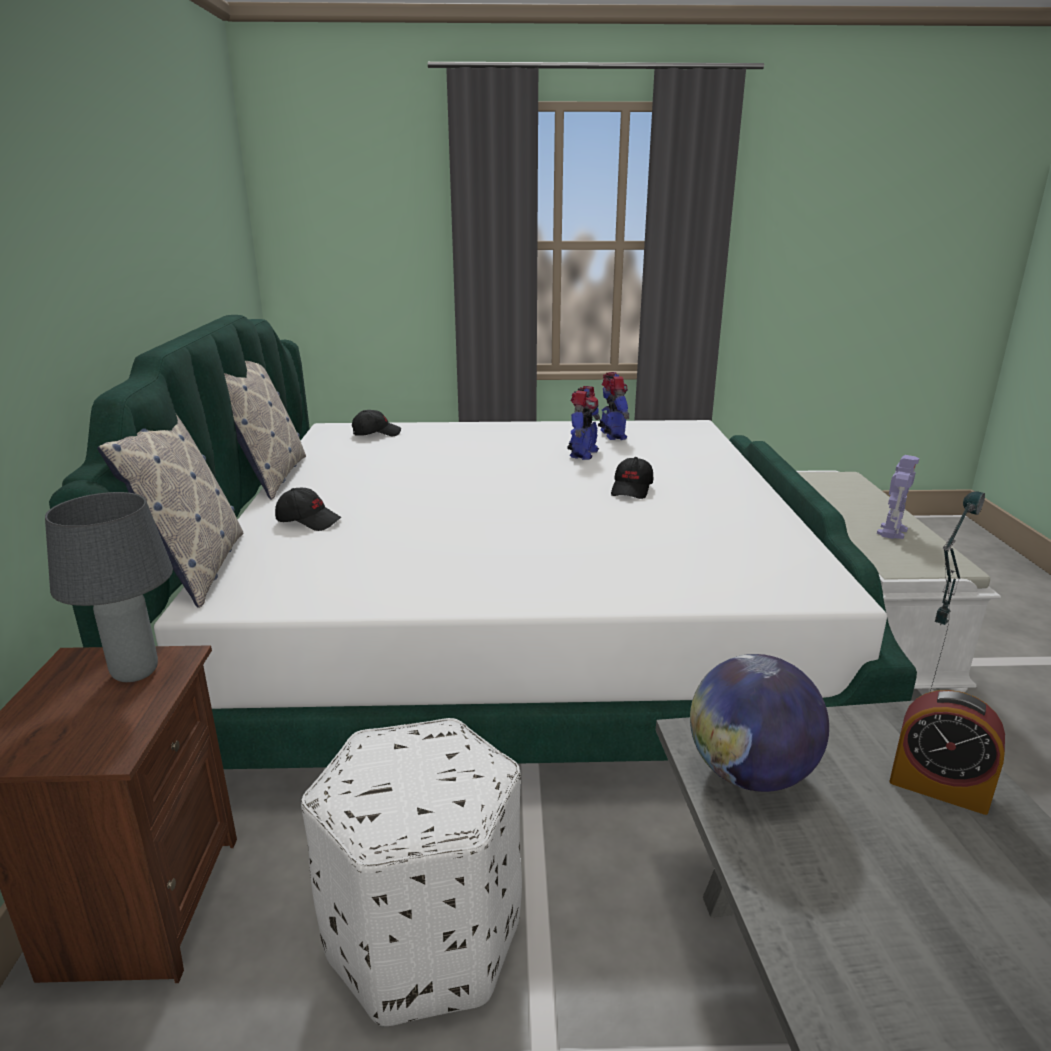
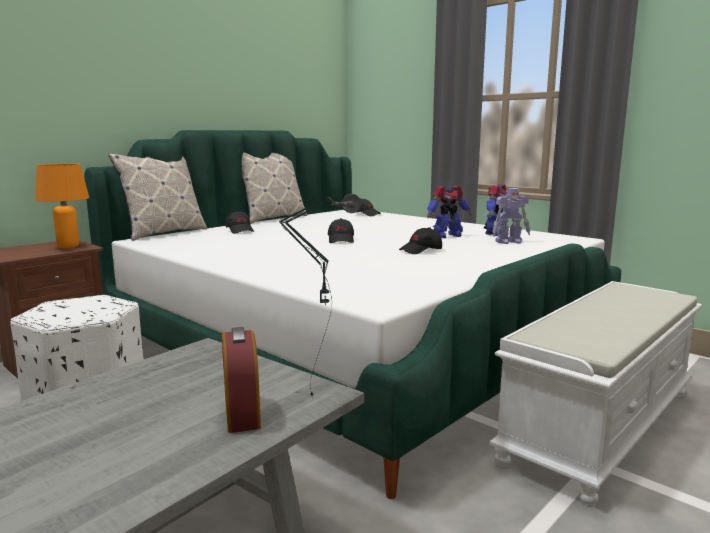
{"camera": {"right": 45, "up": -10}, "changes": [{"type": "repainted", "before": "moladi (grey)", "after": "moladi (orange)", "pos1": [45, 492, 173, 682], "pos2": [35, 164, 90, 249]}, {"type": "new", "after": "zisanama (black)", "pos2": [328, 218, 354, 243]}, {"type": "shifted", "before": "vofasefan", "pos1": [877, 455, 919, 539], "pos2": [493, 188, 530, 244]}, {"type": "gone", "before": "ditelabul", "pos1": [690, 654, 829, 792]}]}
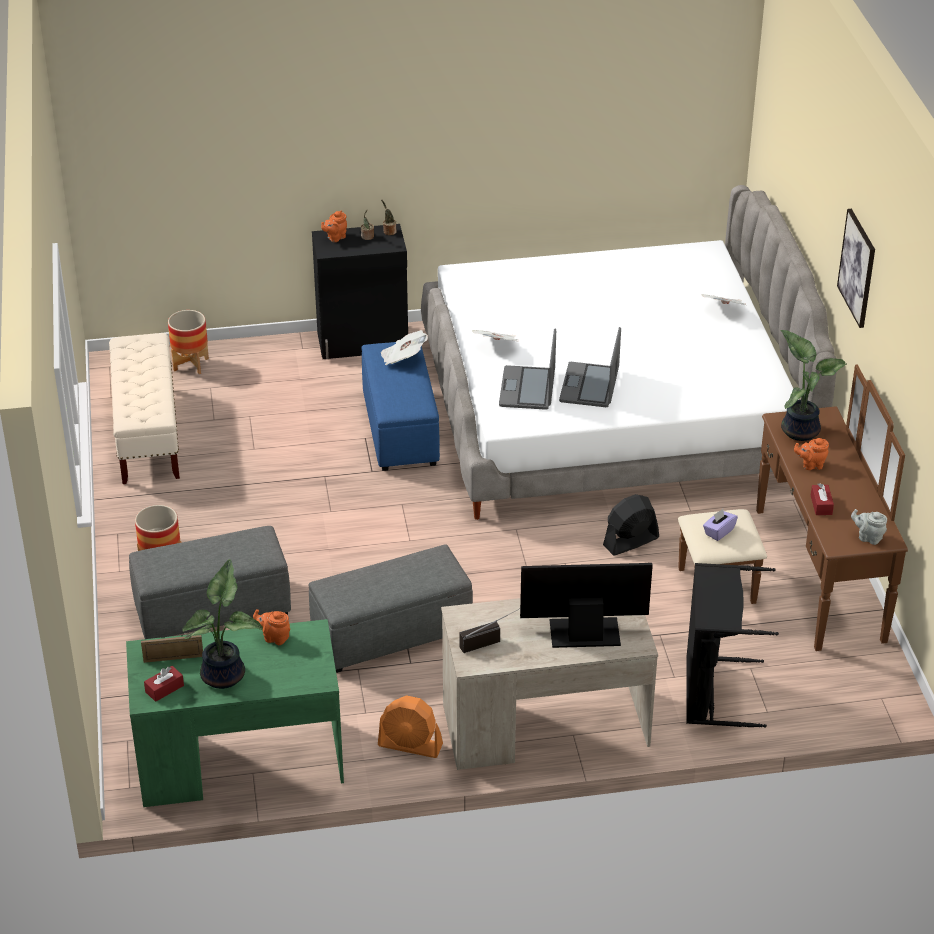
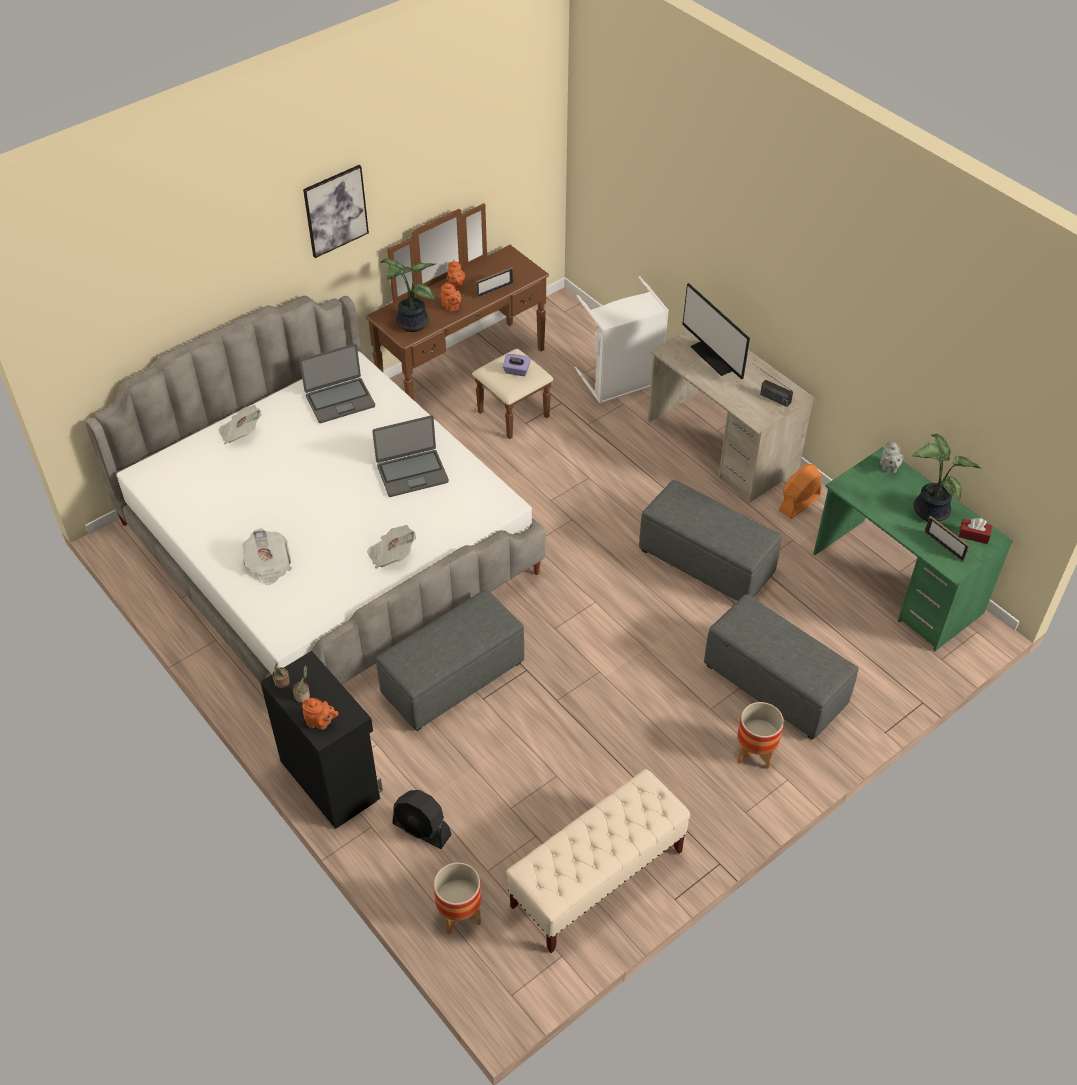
{"camera": {"right": -120, "up": 10}, "changes": [{"type": "shifted", "before": "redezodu", "pos1": [381, 330, 428, 365], "pos2": [242, 529, 292, 585]}, {"type": "shifted", "before": "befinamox", "pos1": [499, 328, 556, 410], "pos2": [299, 344, 375, 423]}, {"type": "repainted", "before": "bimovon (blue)", "after": "bimovon (grey)", "pos1": [361, 342, 440, 471], "pos2": [376, 590, 524, 731]}, {"type": "shifted", "before": "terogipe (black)", "pos1": [603, 494, 659, 556], "pos2": [392, 790, 452, 849]}, {"type": "shifted", "before": "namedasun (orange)", "pos1": [253, 609, 290, 645], "pos2": [447, 260, 465, 290]}, {"type": "swapped", "before": "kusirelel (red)", "after": "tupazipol", "pos1": [811, 483, 834, 515], "pos2": [475, 267, 513, 298]}, {"type": "repainted", "before": "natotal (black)", "after": "natotal (white)", "pos1": [686, 563, 779, 728], "pos2": [575, 276, 669, 404]}, {"type": "rotated", "before": "terogipe (orange)", "pos1": [378, 695, 443, 758], "pos2": [778, 464, 822, 519], "turn": -120}, {"type": "shifted", "before": "namedasun (grey)", "pos1": [851, 509, 887, 545], "pos2": [880, 440, 903, 473]}]}
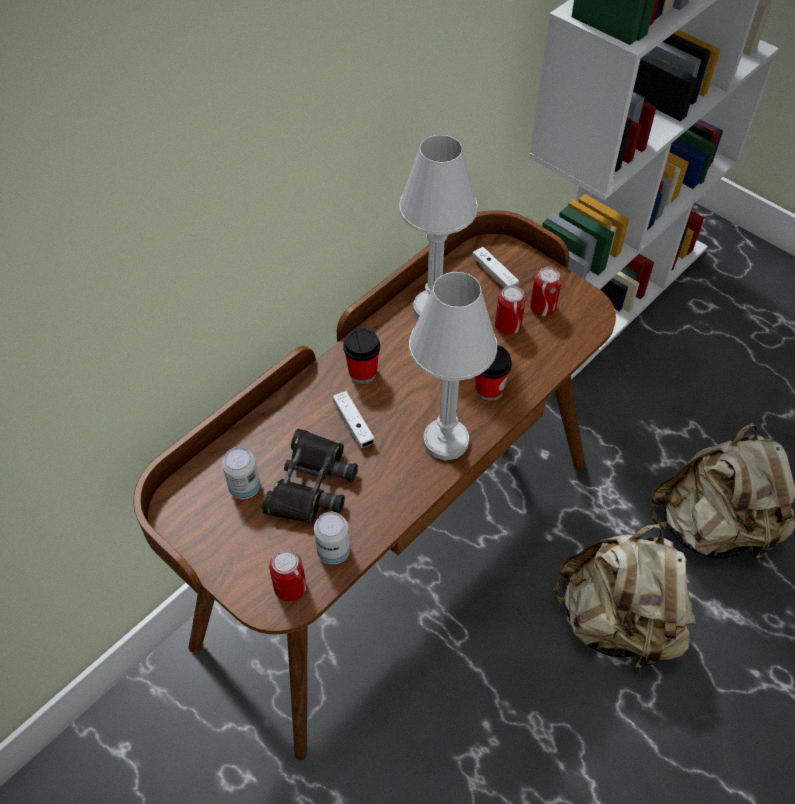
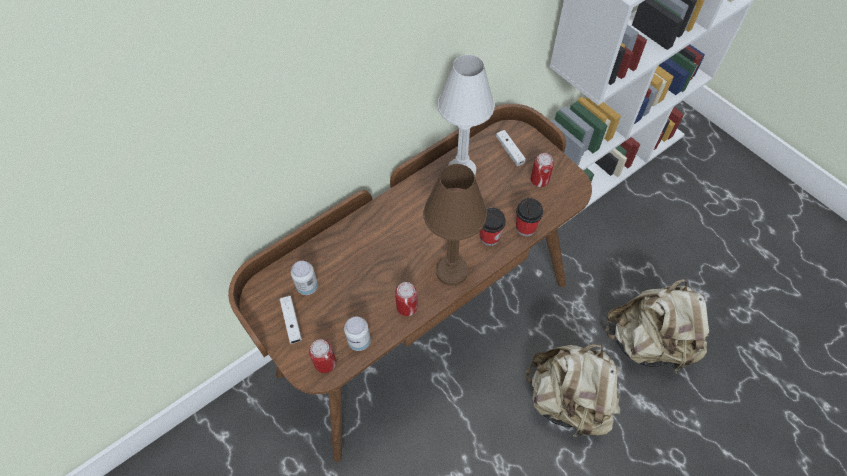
{"camera": {"right": 10, "up": 5}, "changes": [{"type": "shifted", "before": "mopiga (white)", "pos1": [333, 391, 375, 448], "pos2": [280, 296, 302, 344]}, {"type": "shifted", "before": "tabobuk", "pos1": [495, 285, 526, 335], "pos2": [395, 282, 418, 316]}, {"type": "repainted", "before": "moladi (white)", "after": "moladi (brown)", "pos1": [409, 272, 497, 460], "pos2": [423, 164, 487, 286]}, {"type": "shifted", "before": "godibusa", "pos1": [343, 328, 380, 384], "pos2": [516, 198, 543, 236]}, {"type": "gone", "before": "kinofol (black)", "pos1": [261, 429, 358, 524]}]}
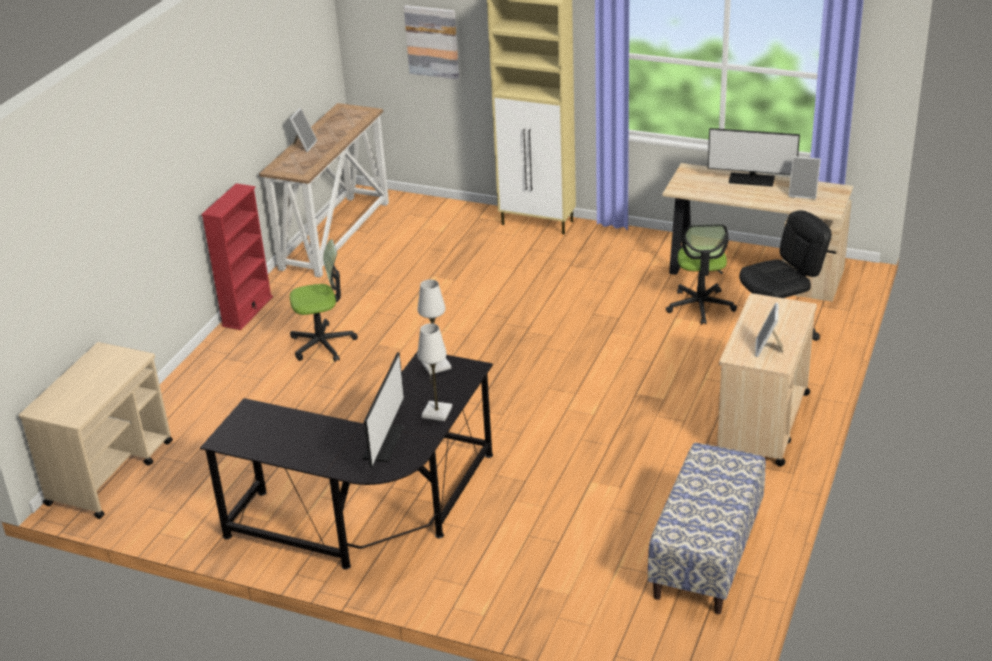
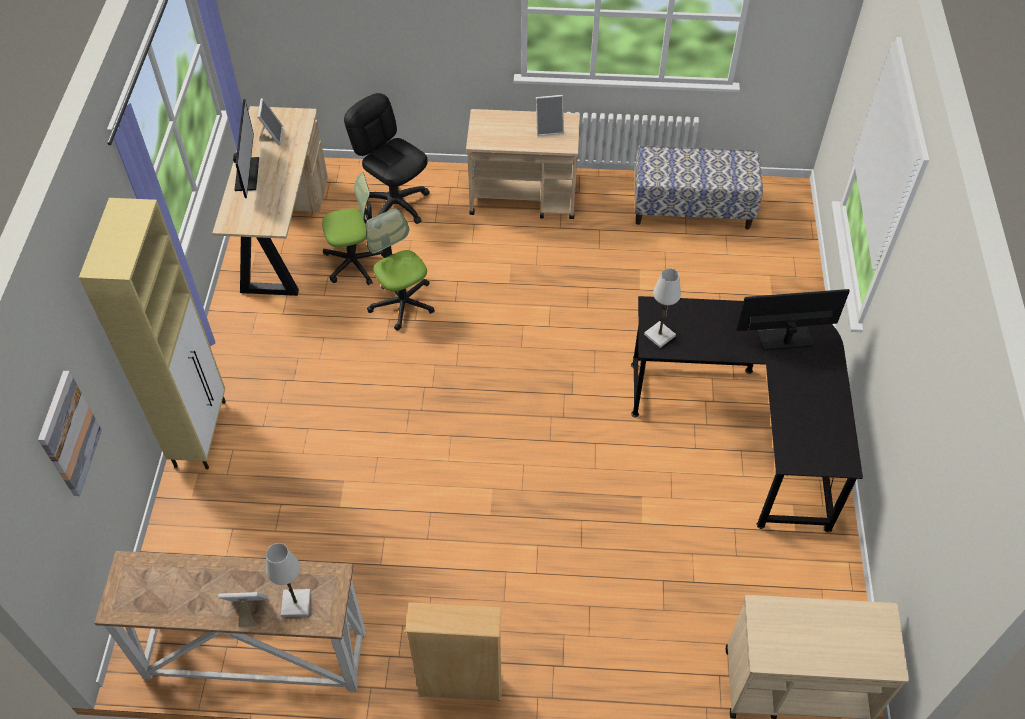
{"camera": {"right": -110, "up": 20}, "changes": [{"type": "shifted", "before": "moladi (white)", "pos1": [417, 323, 452, 421], "pos2": [266, 543, 311, 617]}, {"type": "shifted", "before": "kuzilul", "pos1": [290, 239, 358, 362], "pos2": [366, 208, 435, 330]}, {"type": "repainted", "before": "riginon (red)", "after": "riginon (beige)", "pos1": [201, 183, 273, 330], "pos2": [405, 602, 503, 701]}]}
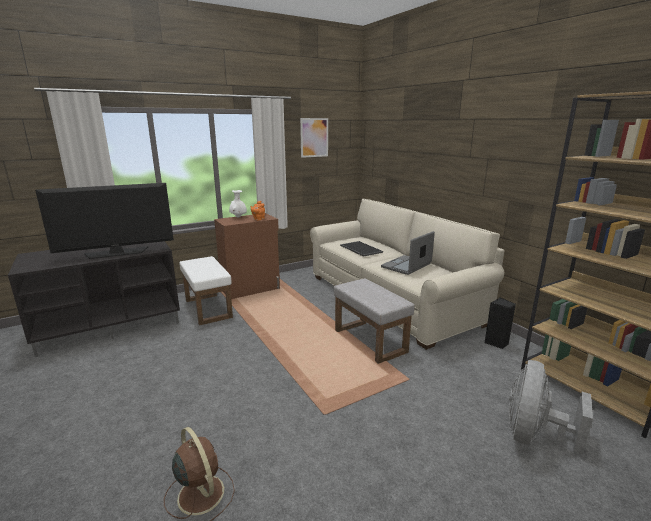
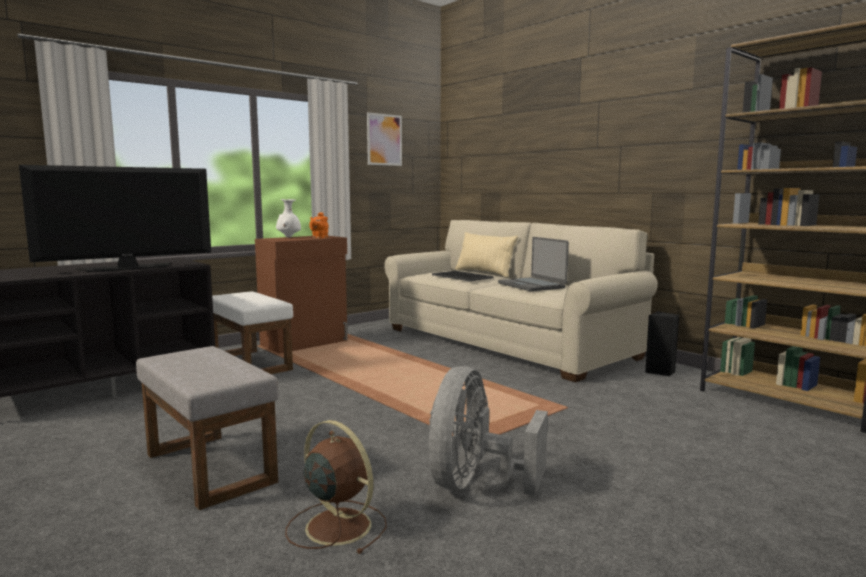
{"camera": {"right": -10, "up": -10}, "changes": [{"type": "shifted", "before": "bimovon (grey)", "pos1": [334, 278, 414, 364], "pos2": [136, 346, 278, 510]}, {"type": "shifted", "before": "terogipe (grey)", "pos1": [509, 360, 593, 455], "pos2": [429, 366, 548, 495]}, {"type": "new", "after": "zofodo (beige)", "pos2": [455, 232, 518, 277]}, {"type": "rotated", "before": "befinamox", "pos1": [381, 231, 435, 275], "pos2": [498, 237, 569, 291], "turn": -60}]}
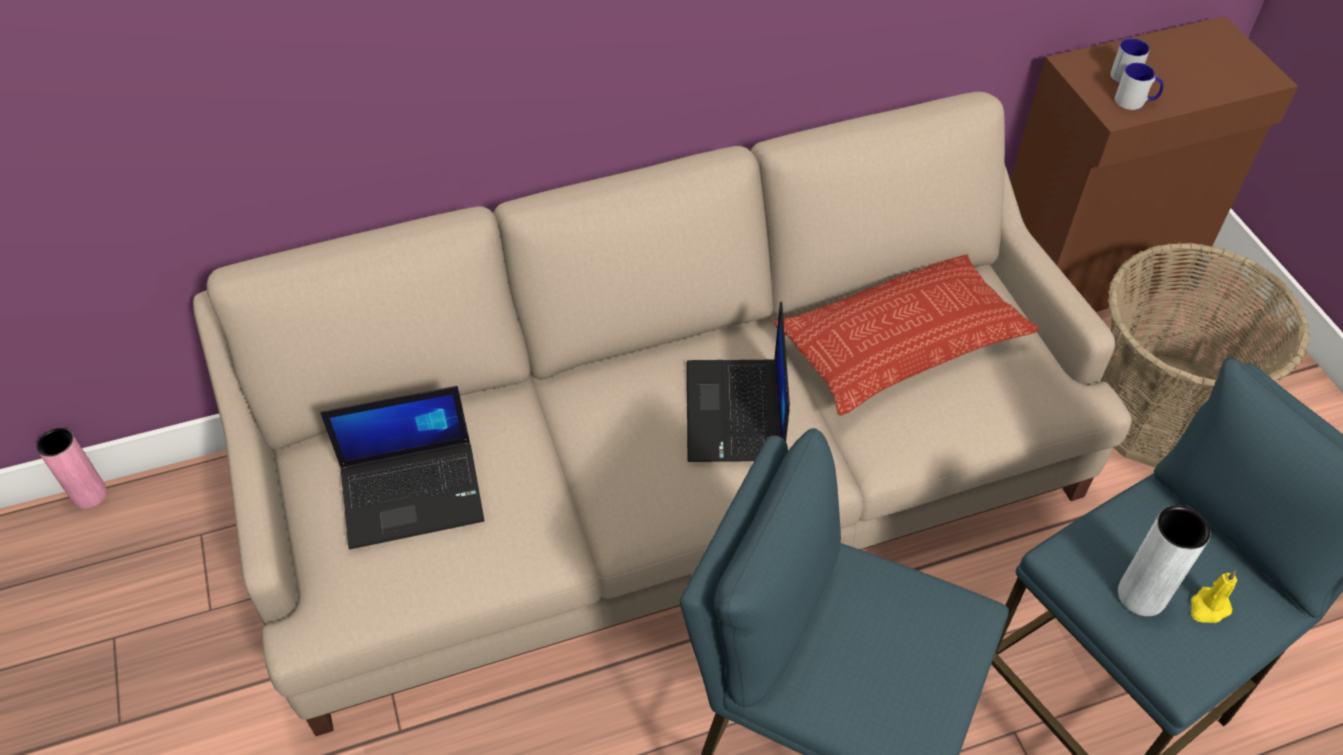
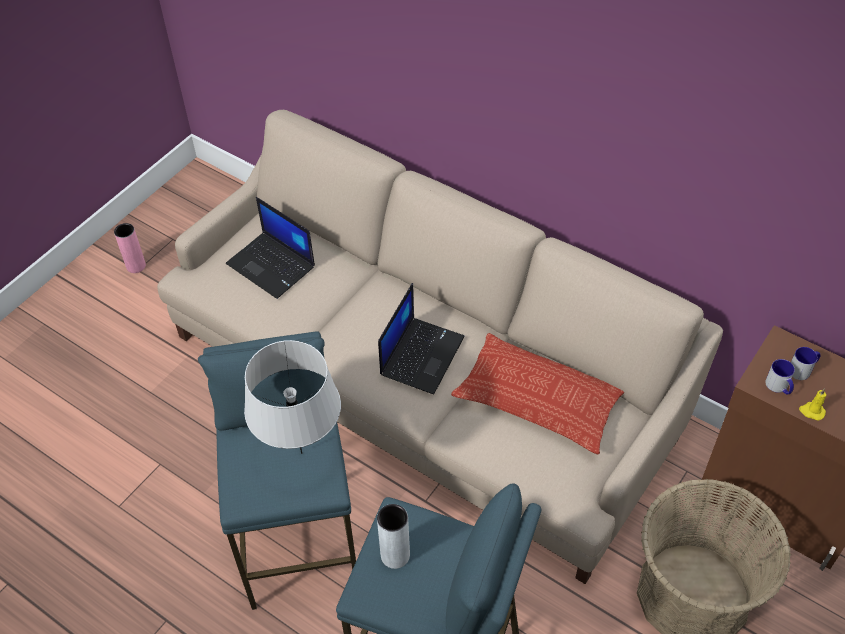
{"camera": {"right": 55, "up": 0}, "changes": [{"type": "shifted", "before": "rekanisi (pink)", "pos1": [36, 428, 107, 509], "pos2": [114, 223, 146, 273]}, {"type": "new", "after": "moladi (grey)", "pos2": [244, 340, 341, 454]}, {"type": "rotated", "before": "befinamox", "pos1": [687, 301, 790, 462], "pos2": [378, 283, 465, 394], "turn": 150}, {"type": "shifted", "before": "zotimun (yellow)", "pos1": [1191, 571, 1237, 623], "pos2": [799, 388, 827, 420]}]}
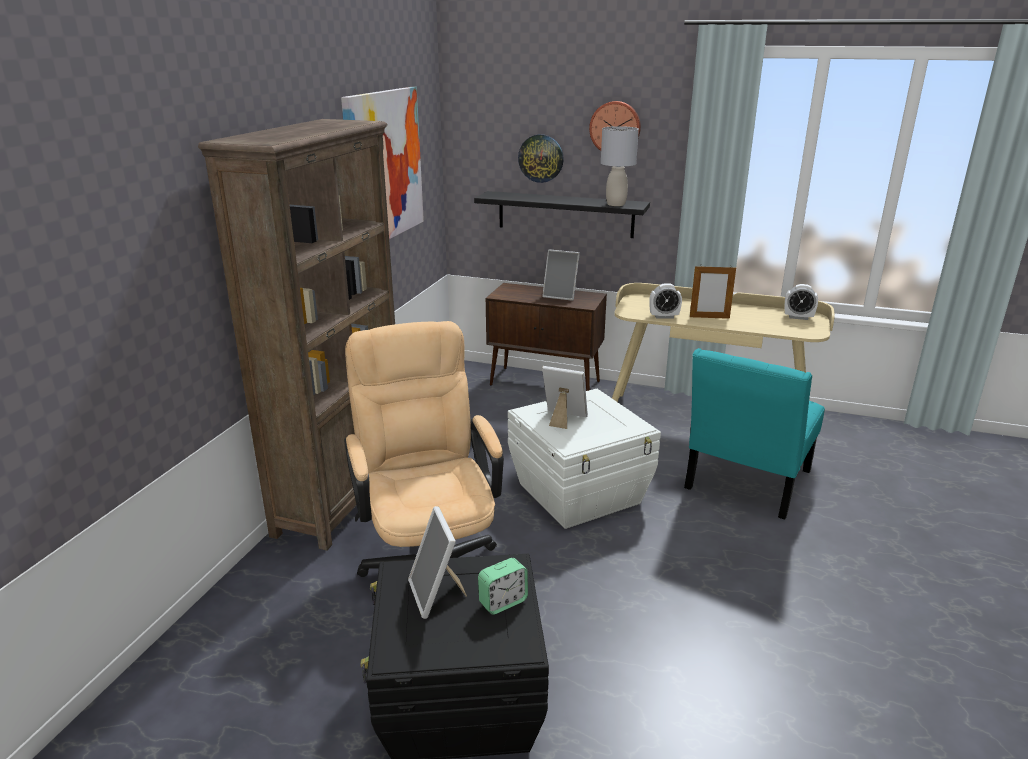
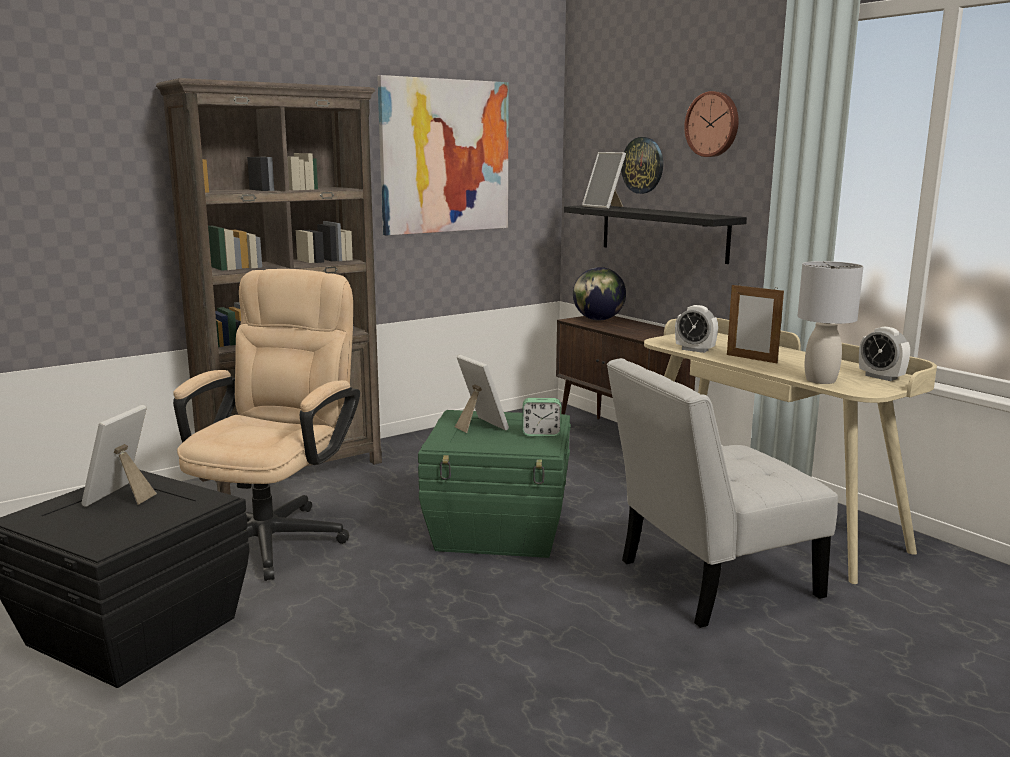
{"camera": {"right": 35, "up": -10}, "changes": [{"type": "repainted", "before": "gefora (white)", "after": "gefora (green)", "pos1": [508, 389, 661, 529], "pos2": [418, 410, 571, 558]}, {"type": "shifted", "before": "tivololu", "pos1": [478, 558, 528, 615], "pos2": [522, 398, 561, 436]}, {"type": "new", "after": "ditelabul", "pos2": [573, 267, 626, 320]}, {"type": "shifted", "before": "tupazipol", "pos1": [542, 249, 580, 301], "pos2": [582, 152, 626, 209]}, {"type": "repainted", "before": "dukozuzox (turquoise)", "after": "dukozuzox (white)", "pos1": [684, 348, 825, 520], "pos2": [607, 358, 838, 628]}, {"type": "shifted", "before": "moladi (grey)", "pos1": [601, 126, 639, 206], "pos2": [798, 261, 864, 384]}]}
